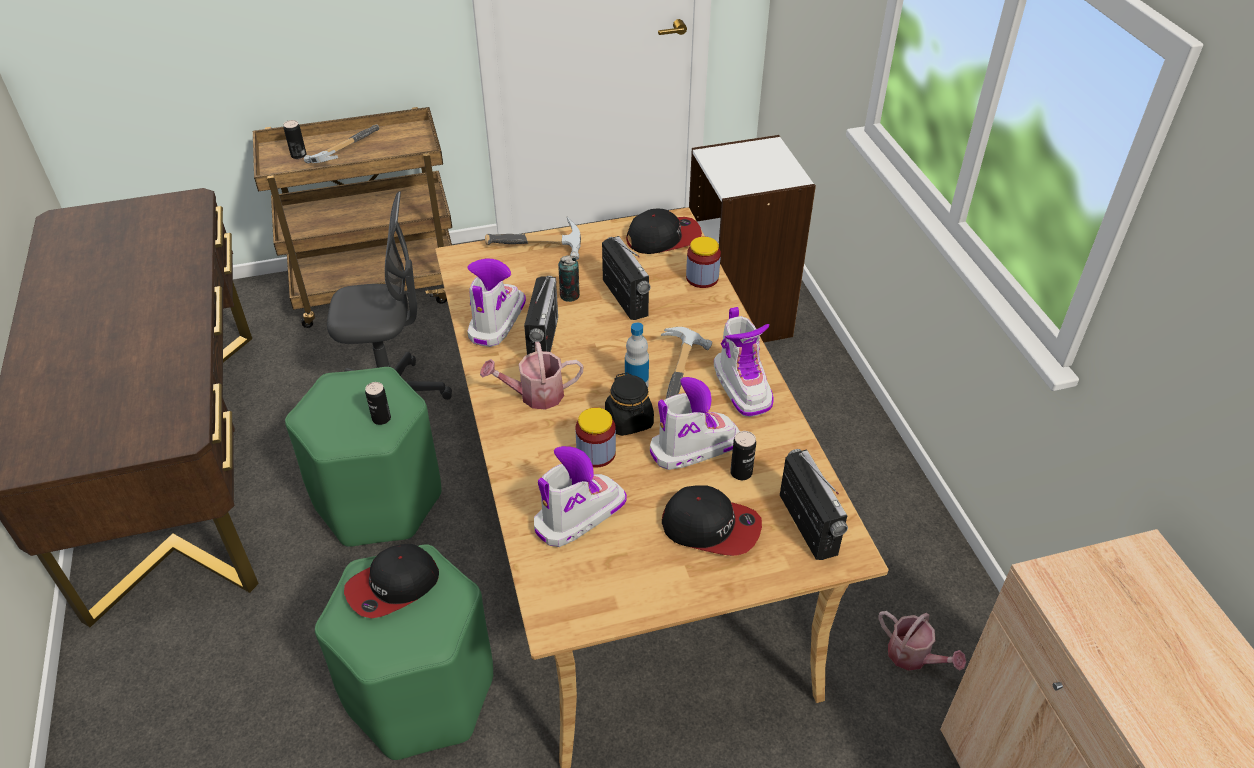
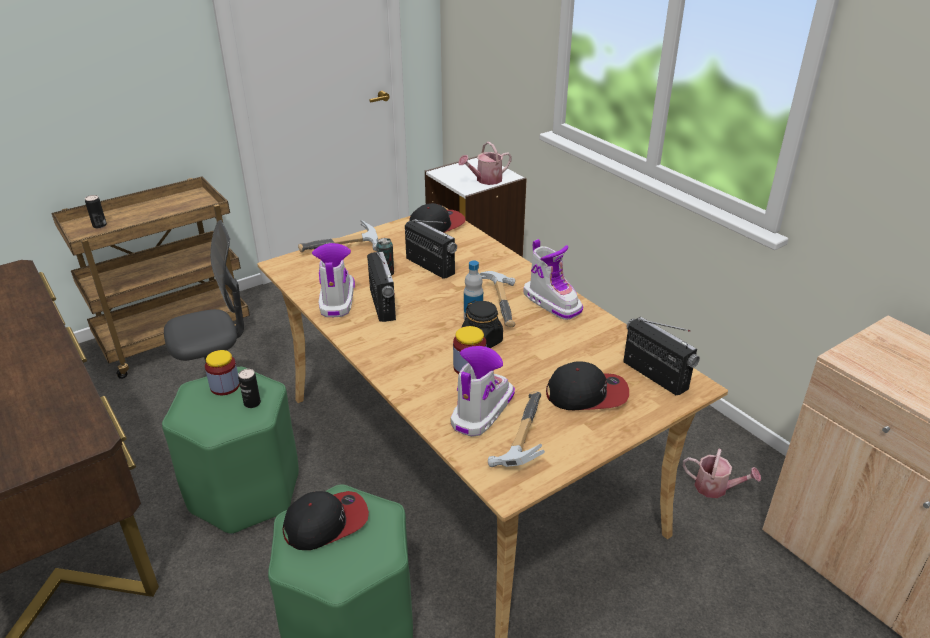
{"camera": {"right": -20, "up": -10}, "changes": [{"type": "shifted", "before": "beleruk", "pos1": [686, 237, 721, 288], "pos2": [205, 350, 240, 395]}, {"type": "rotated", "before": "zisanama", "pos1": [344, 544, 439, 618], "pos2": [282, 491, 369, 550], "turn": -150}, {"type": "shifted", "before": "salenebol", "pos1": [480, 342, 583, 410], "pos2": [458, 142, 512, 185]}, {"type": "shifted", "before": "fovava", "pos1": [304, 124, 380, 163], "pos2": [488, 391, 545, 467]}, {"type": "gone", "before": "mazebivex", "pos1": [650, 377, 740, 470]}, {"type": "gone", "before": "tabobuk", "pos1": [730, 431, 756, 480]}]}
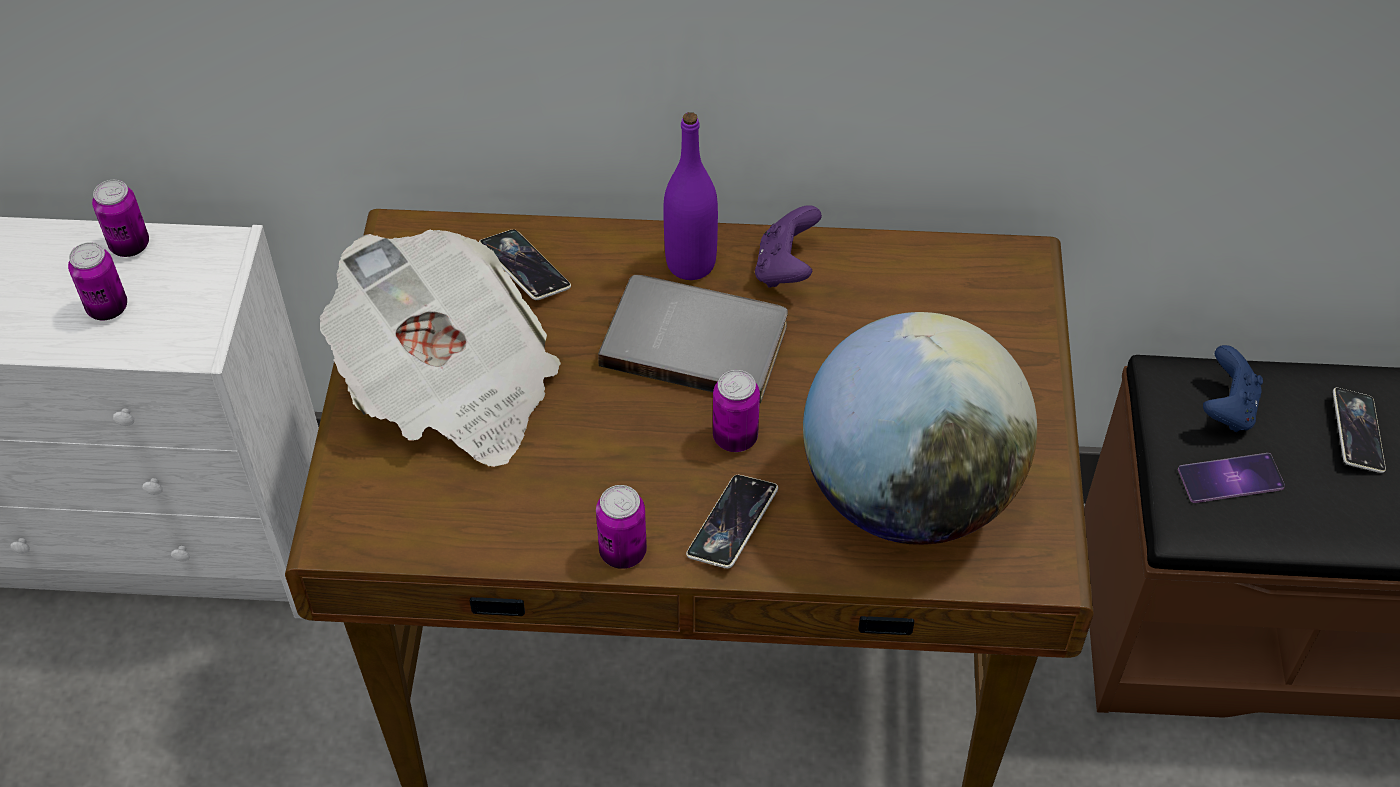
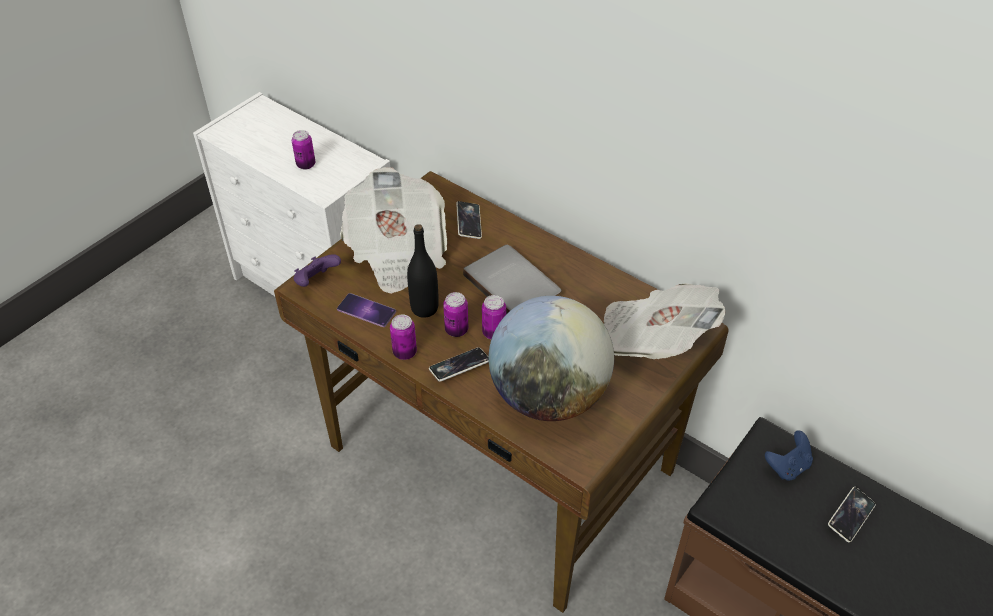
{"camera": {"right": 35, "up": -5}, "changes": [{"type": "shifted", "before": "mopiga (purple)", "pos1": [755, 205, 822, 288], "pos2": [293, 254, 341, 287]}, {"type": "shifted", "before": "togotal", "pos1": [1178, 453, 1285, 503], "pos2": [337, 293, 396, 327]}, {"type": "new", "after": "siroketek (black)", "pos2": [407, 224, 439, 318]}, {"type": "shifted", "before": "tabobuk", "pos1": [92, 180, 149, 257], "pos2": [443, 292, 468, 337]}, {"type": "new", "after": "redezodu", "pos2": [604, 283, 726, 359]}, {"type": "gone", "before": "siroketek (purple)", "pos1": [663, 112, 718, 280]}]}
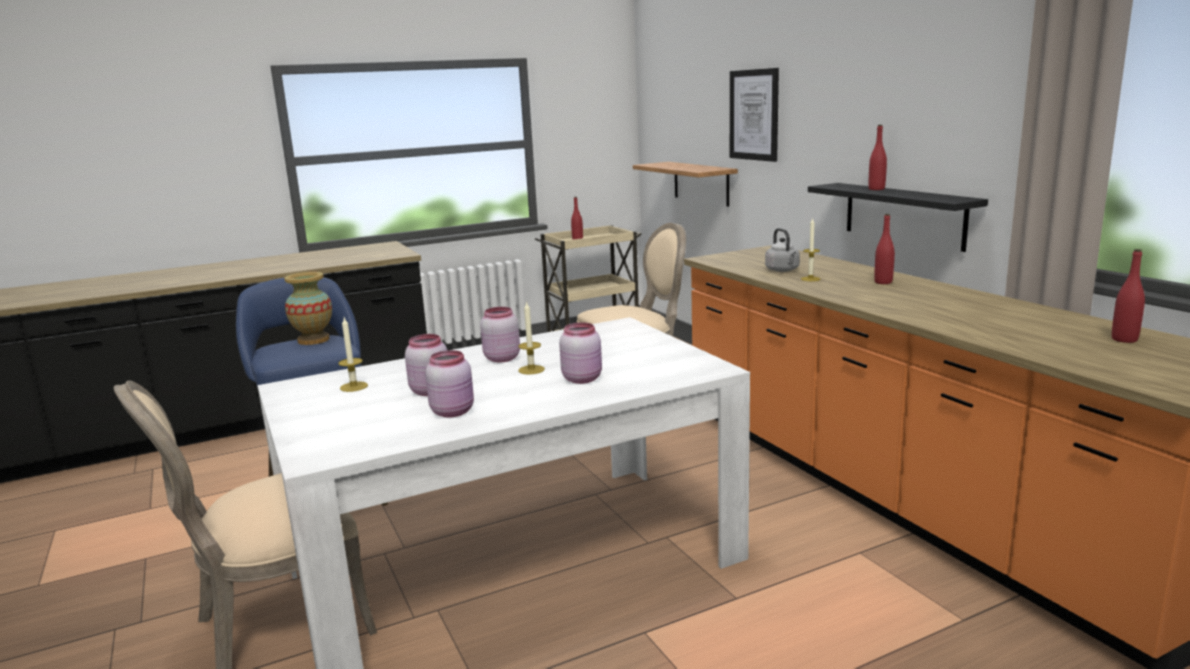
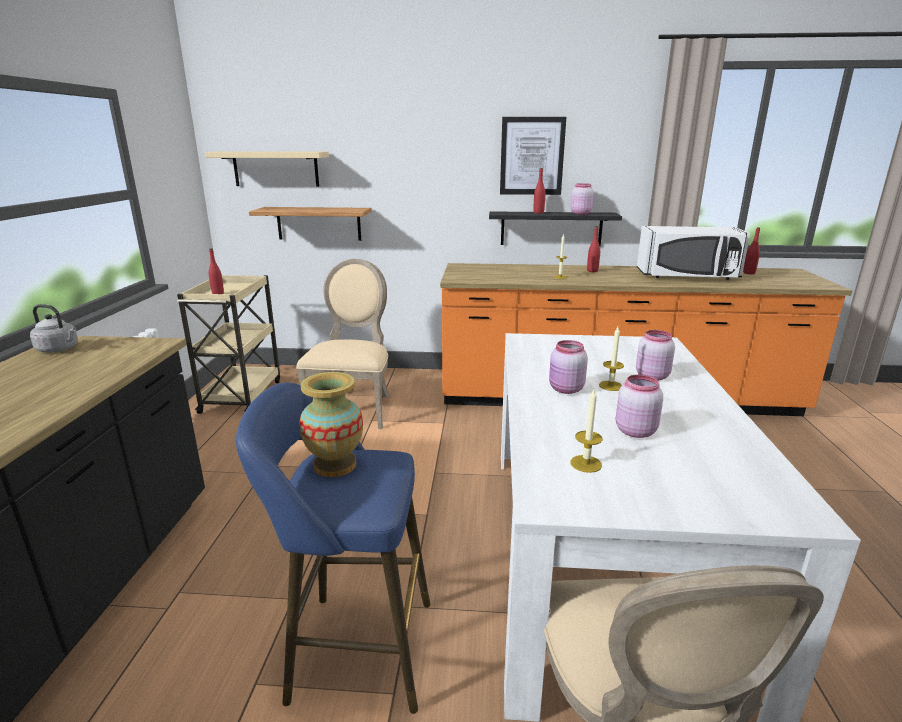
{"camera": {"right": -60, "up": 5}, "changes": [{"type": "shifted", "before": "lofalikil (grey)", "pos1": [765, 228, 800, 272], "pos2": [30, 304, 78, 352]}, {"type": "new", "after": "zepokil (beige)", "pos2": [205, 151, 329, 187]}, {"type": "shifted", "before": "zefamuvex", "pos1": [730, 68, 779, 162], "pos2": [500, 117, 566, 195]}, {"type": "shifted", "before": "beleruk (pink)", "pos1": [425, 350, 474, 418], "pos2": [571, 183, 594, 215]}, {"type": "new", "after": "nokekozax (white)", "pos2": [637, 226, 750, 280]}]}
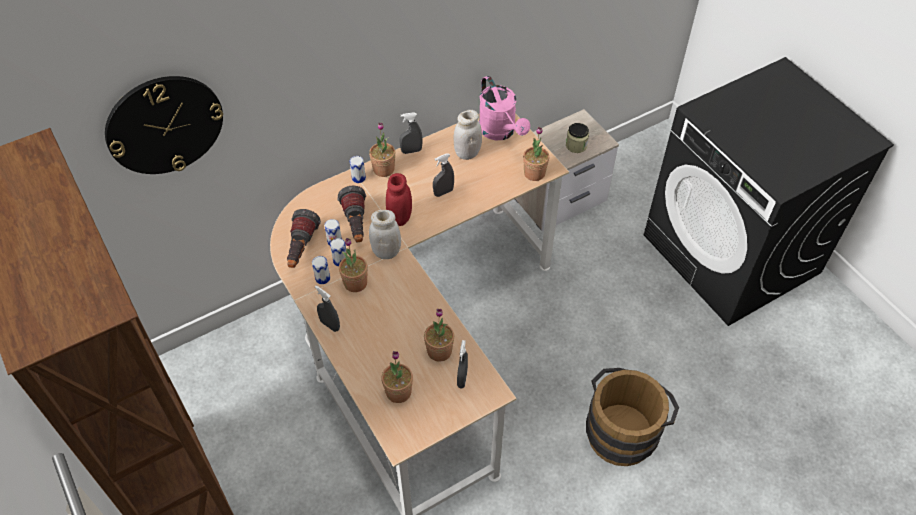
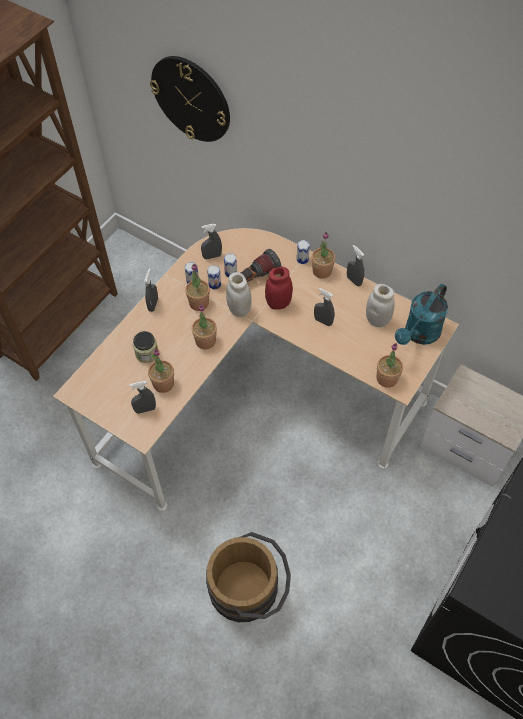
{"camera": {"right": 65, "up": 5}, "changes": [{"type": "shifted", "before": "beleruk", "pos1": [566, 123, 589, 153], "pos2": [133, 331, 158, 363]}, {"type": "shifted", "before": "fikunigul", "pos1": [381, 351, 413, 403], "pos2": [192, 304, 217, 349]}, {"type": "swapped", "before": "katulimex", "after": "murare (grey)", "pos1": [287, 209, 321, 268], "pos2": [201, 224, 222, 259]}, {"type": "repainted", "before": "salenebol (pink)", "after": "salenebol (turquoise)", "pos1": [479, 76, 530, 140], "pos2": [395, 284, 448, 345]}]}
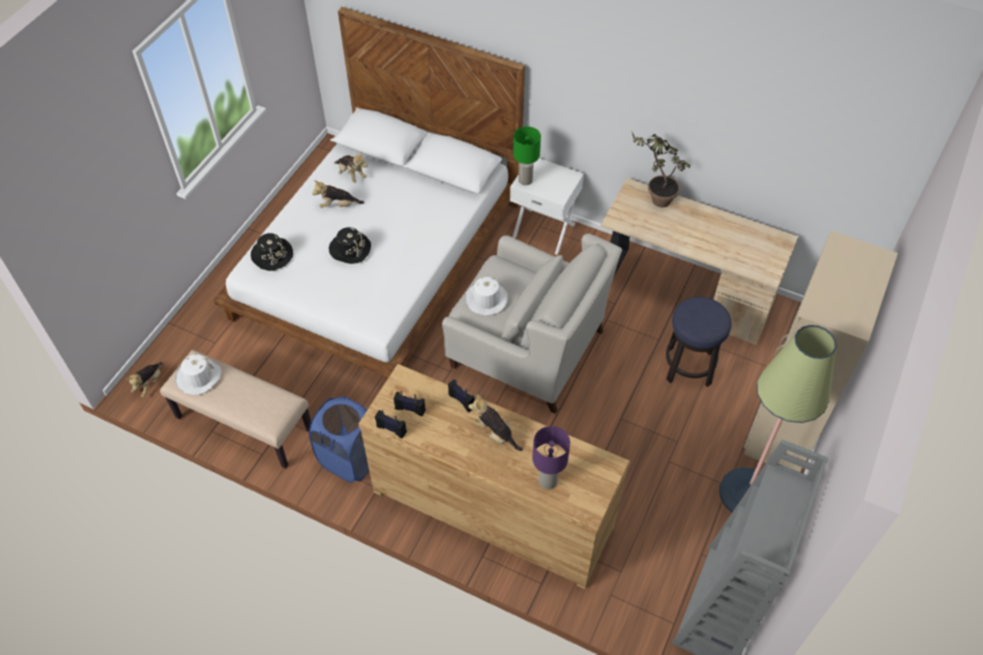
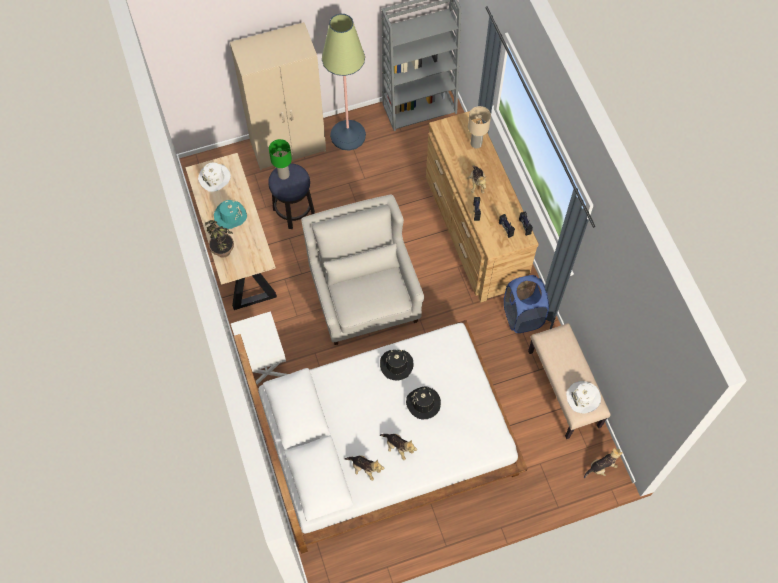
{"camera": {"right": -135, "up": 10}, "changes": [{"type": "shifted", "before": "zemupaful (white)", "pos1": [465, 277, 508, 316], "pos2": [198, 162, 231, 192]}, {"type": "new", "after": "zemupaful (turquoise)", "pos2": [214, 200, 247, 229]}, {"type": "shifted", "before": "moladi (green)", "pos1": [513, 126, 541, 185], "pos2": [269, 139, 292, 180]}, {"type": "rotated", "before": "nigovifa", "pos1": [334, 152, 368, 183], "pos2": [345, 455, 384, 481], "turn": 120}, {"type": "shifted", "before": "zemupaful (black)", "pos1": [251, 233, 293, 271], "pos2": [380, 350, 413, 381]}, {"type": "repainted", "before": "moladi (purple)", "after": "moladi (beige)", "pos1": [532, 426, 570, 490], "pos2": [468, 106, 491, 148]}]}
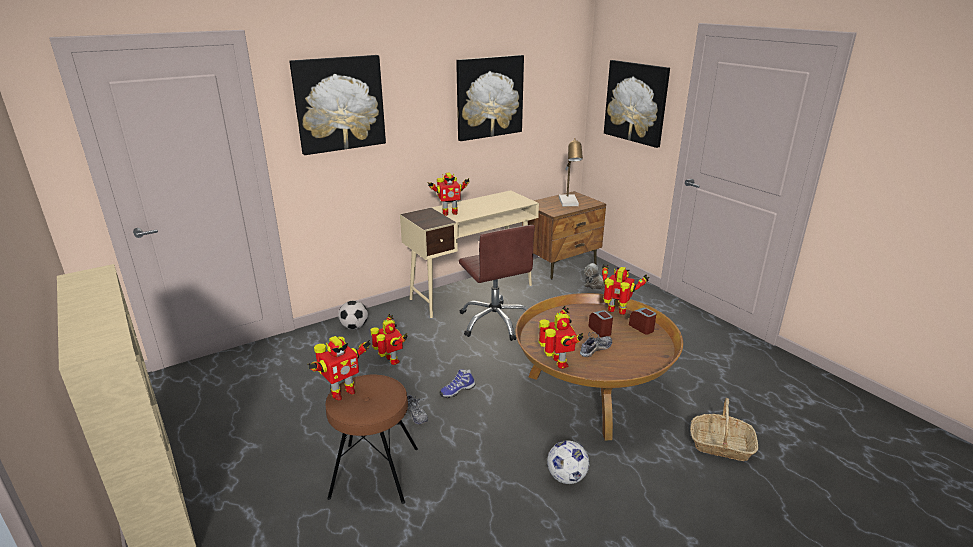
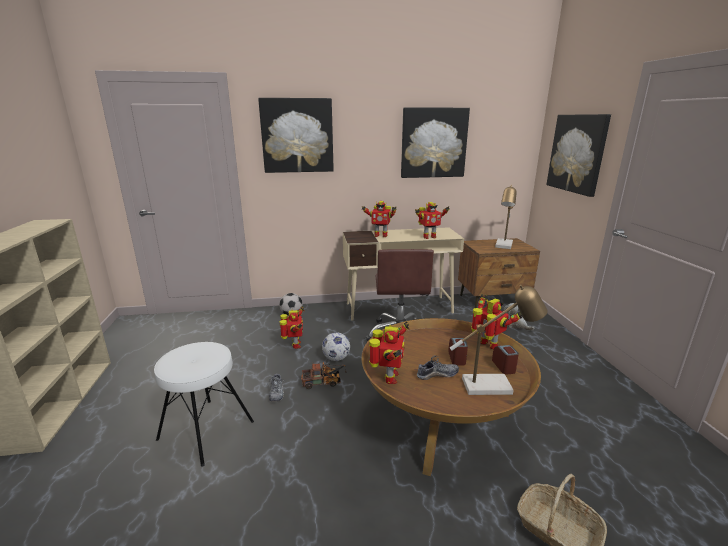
{"camera": {"right": 25, "up": -5}, "changes": [{"type": "repainted", "before": "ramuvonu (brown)", "after": "ramuvonu (white)", "pos1": [325, 375, 418, 504], "pos2": [154, 342, 254, 467]}, {"type": "swapped", "before": "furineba", "after": "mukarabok", "pos1": [440, 369, 475, 398], "pos2": [301, 362, 346, 389]}, {"type": "shifted", "before": "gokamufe", "pos1": [547, 440, 589, 484], "pos2": [322, 332, 350, 361]}, {"type": "shifted", "before": "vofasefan", "pos1": [307, 336, 371, 400], "pos2": [415, 202, 450, 239]}, {"type": "new", "after": "moladi", "pos2": [450, 285, 548, 395]}]}
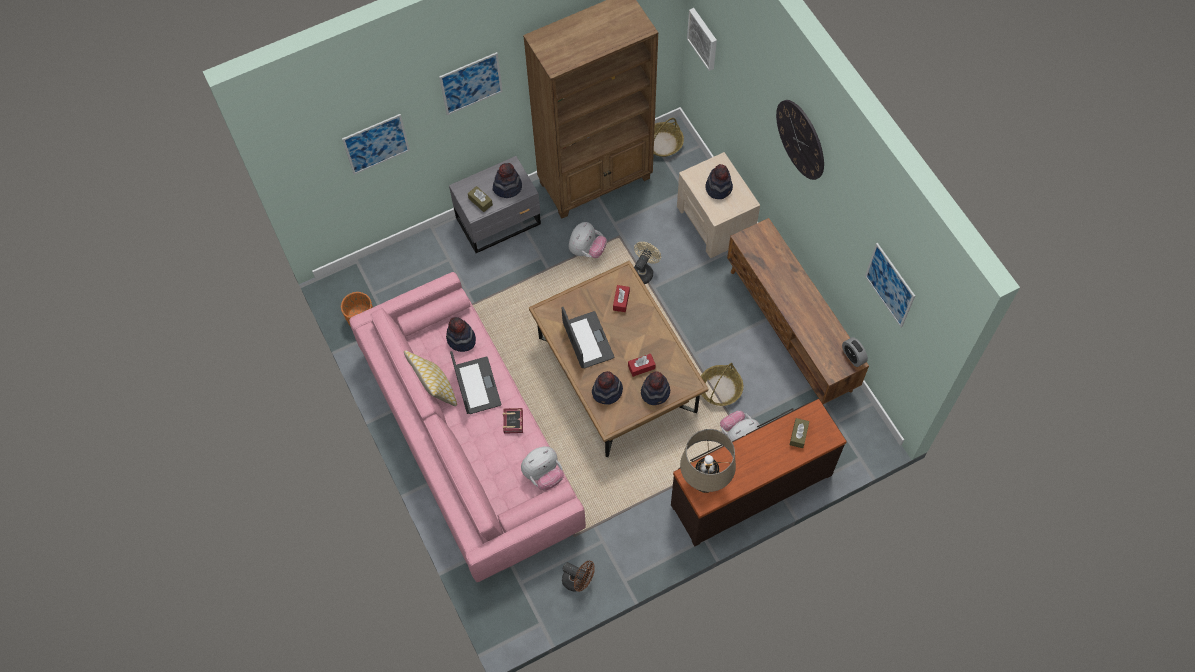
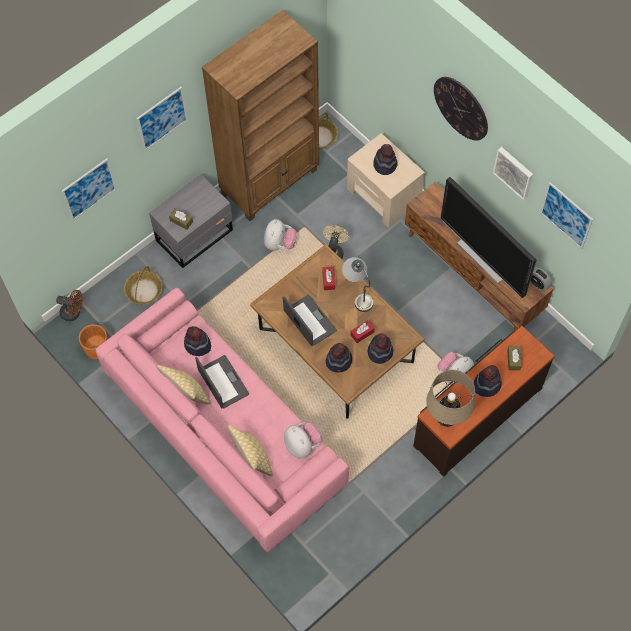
{"camera": {"right": -15, "up": 0}, "changes": [{"type": "shifted", "before": "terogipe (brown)", "pos1": [562, 561, 595, 592], "pos2": [56, 290, 83, 321]}, {"type": "shifted", "before": "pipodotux", "pos1": [701, 363, 743, 406], "pos2": [124, 266, 163, 305]}, {"type": "new", "after": "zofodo", "pos2": [227, 425, 273, 476]}, {"type": "rotated", "before": "nigovifa", "pos1": [521, 446, 564, 491], "pos2": [284, 422, 322, 458], "turn": -75}, {"type": "new", "after": "moladi (grey)", "pos2": [342, 257, 373, 312]}, {"type": "new", "after": "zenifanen", "pos2": [440, 177, 537, 298]}, {"type": "shifted", "before": "zemupaful", "pos1": [493, 163, 522, 198], "pos2": [474, 365, 502, 397]}, {"type": "shifted", "before": "zefamuvex", "pos1": [687, 8, 717, 71], "pos2": [493, 147, 533, 200]}, {"type": "gone", "before": "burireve", "pos1": [503, 408, 523, 434]}]}
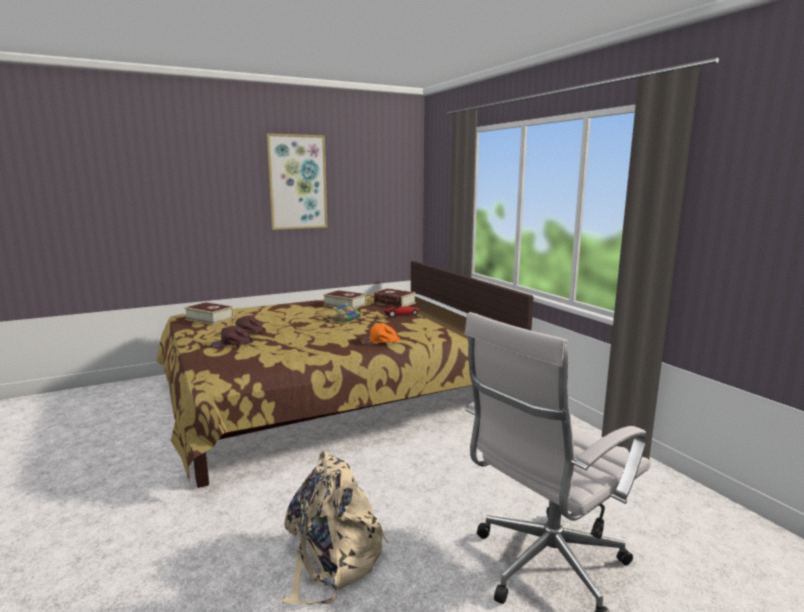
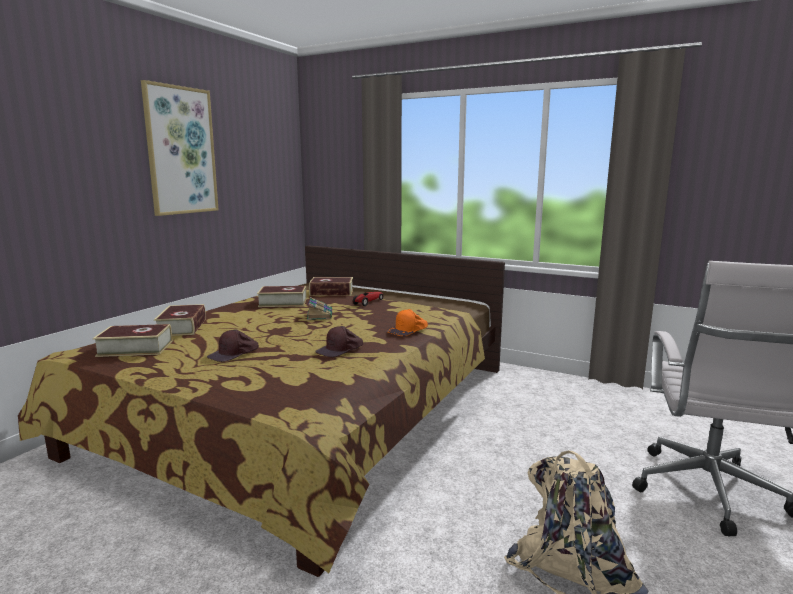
{"camera": {"right": -35, "up": 0}, "changes": [{"type": "new", "after": "burireve", "pos2": [154, 304, 206, 336]}, {"type": "shifted", "before": "zisanama (brown)", "pos1": [211, 326, 253, 347], "pos2": [315, 326, 363, 357]}]}
